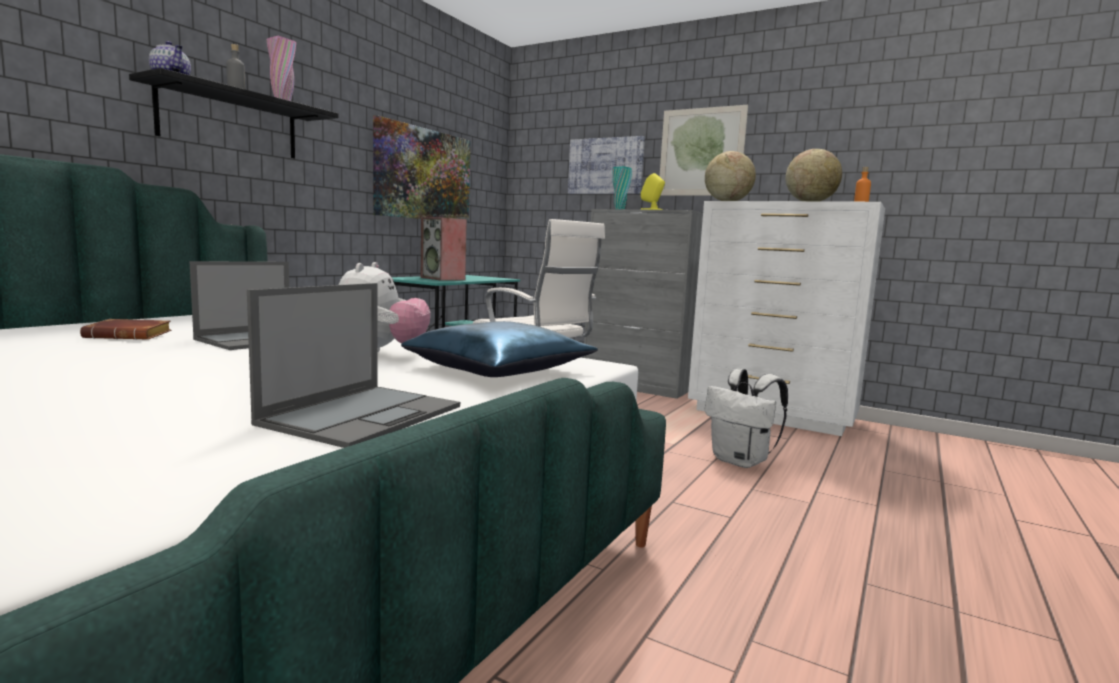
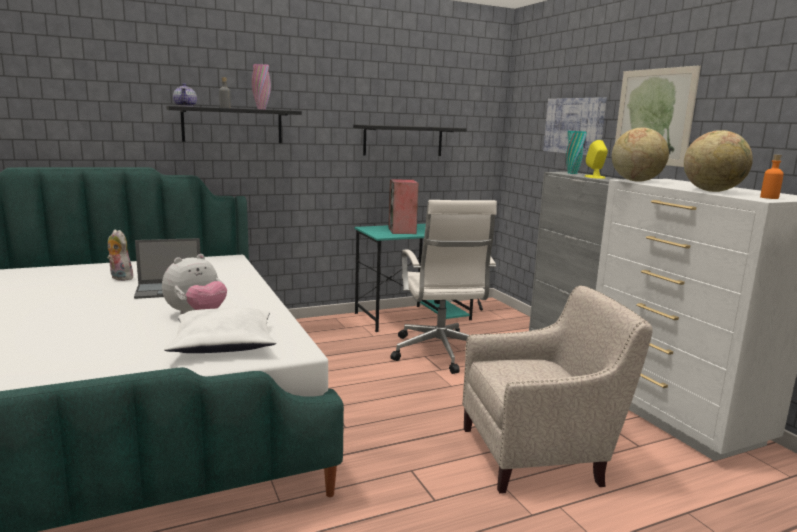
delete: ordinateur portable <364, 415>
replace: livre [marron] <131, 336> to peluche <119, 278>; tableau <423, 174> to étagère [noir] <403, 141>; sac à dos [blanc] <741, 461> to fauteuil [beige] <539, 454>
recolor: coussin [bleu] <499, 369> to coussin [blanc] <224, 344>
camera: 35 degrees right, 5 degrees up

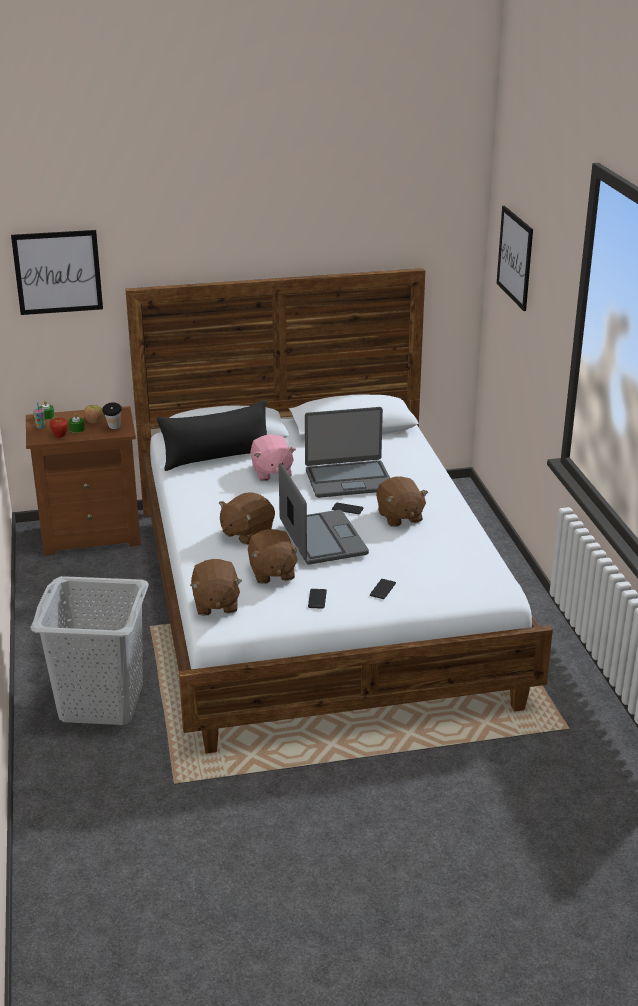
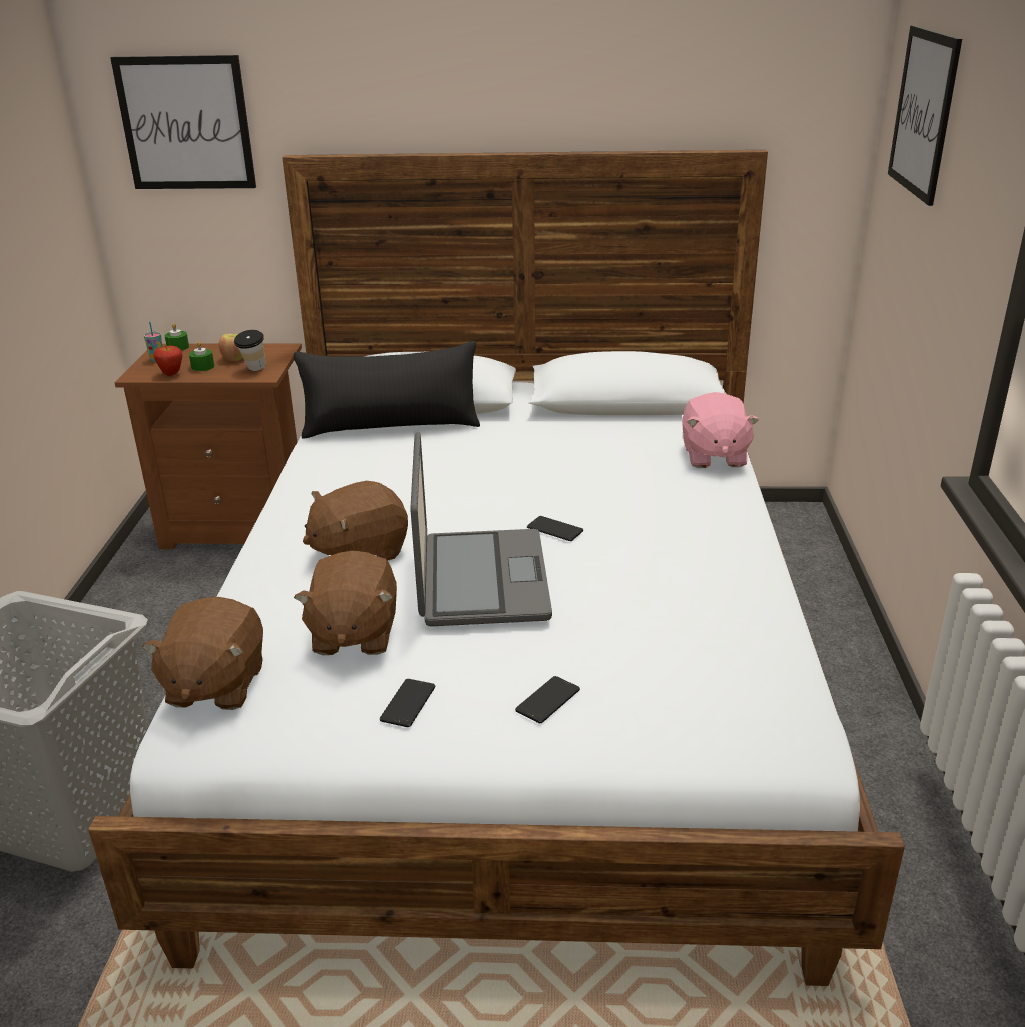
delete: ordinateur portable <348, 480>; peluche [marron] <399, 517>
move: peluche [rose] <271, 472> to <713, 456>
camera: 15 degrees right, 0 degrees up

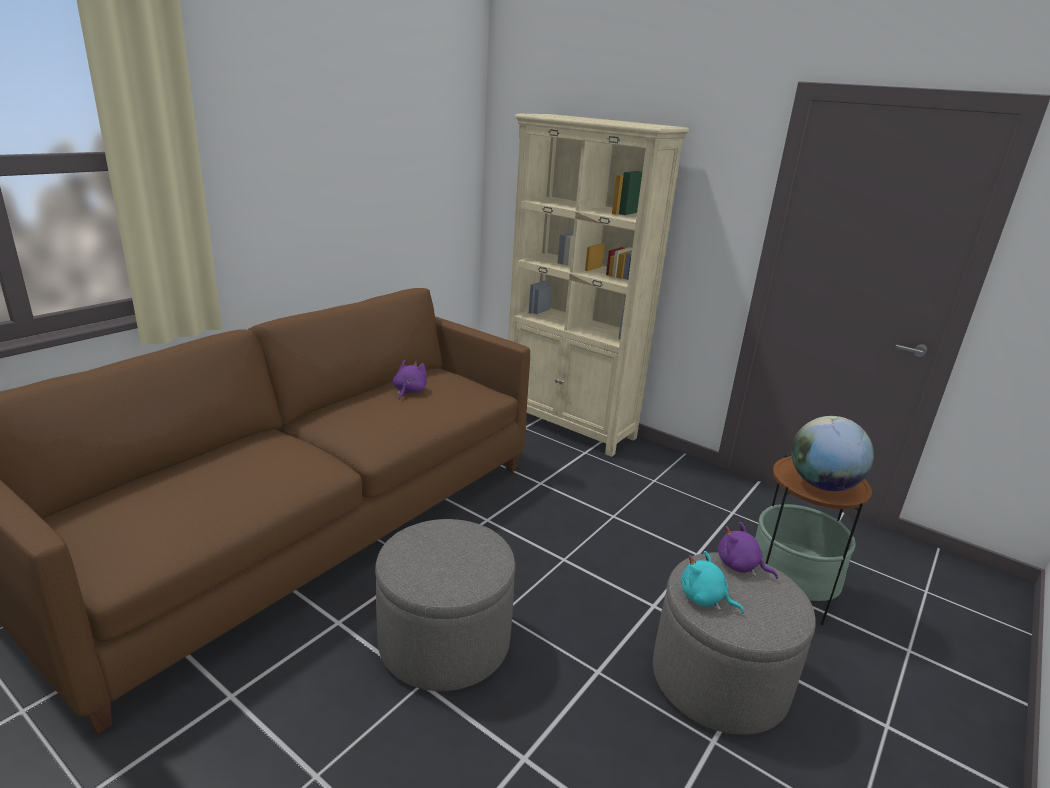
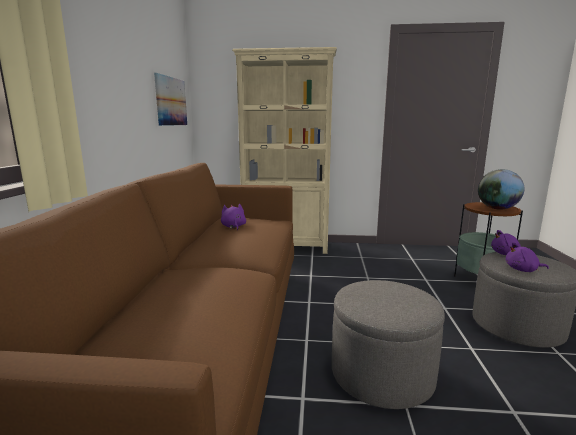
insert: tableau <171, 101>
recolor: peluche [turquoise] <704, 598> to peluche [violet] <523, 270>
camera: 30 degrees left, 10 degrees down

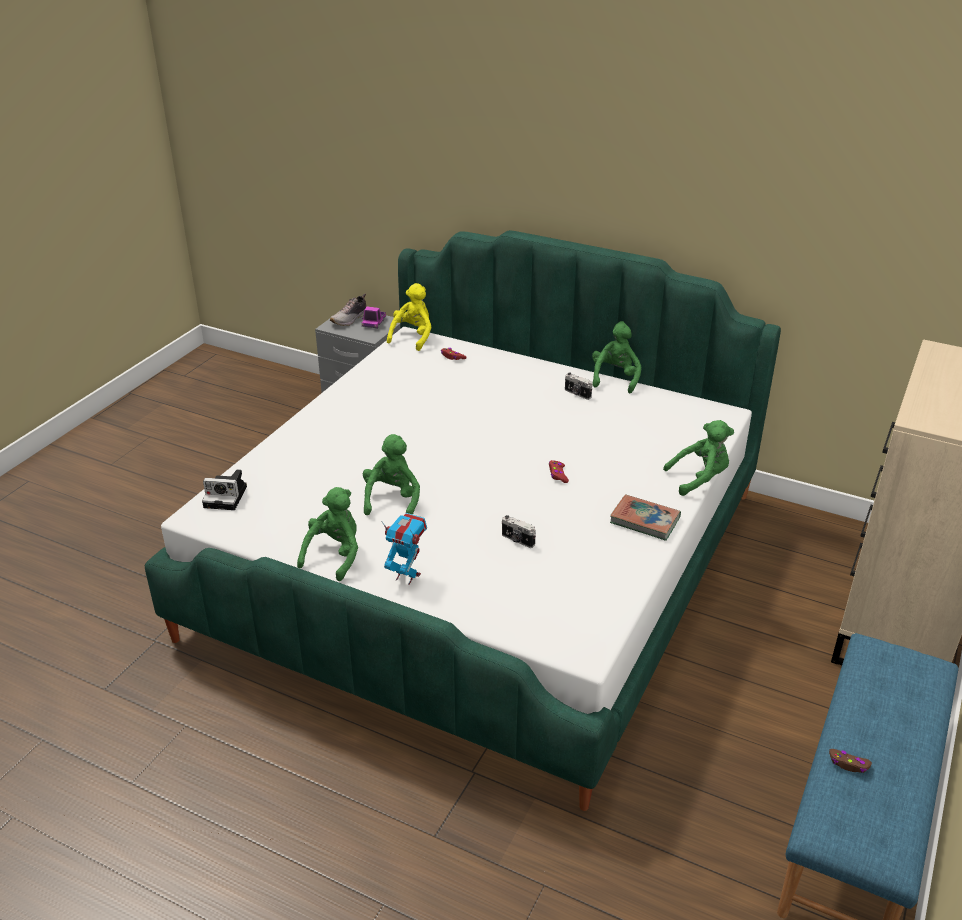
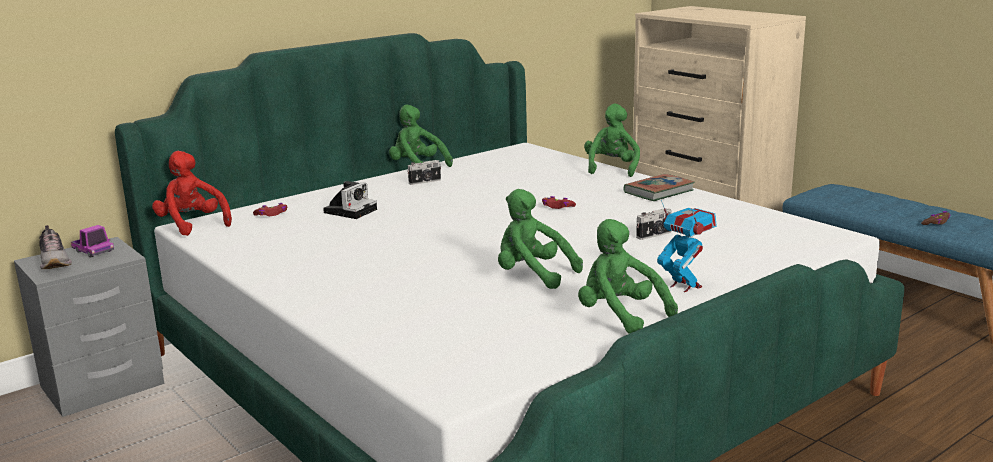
move: appareil photo <227, 496> to <351, 210>
recolor: peluche [jaune] <413, 337> to peluche [rouge] <192, 225>
rotate: robot jouet <407, 576> = <685, 286> 90 degrees clockwise
camera: 65 degrees left, 15 degrees down

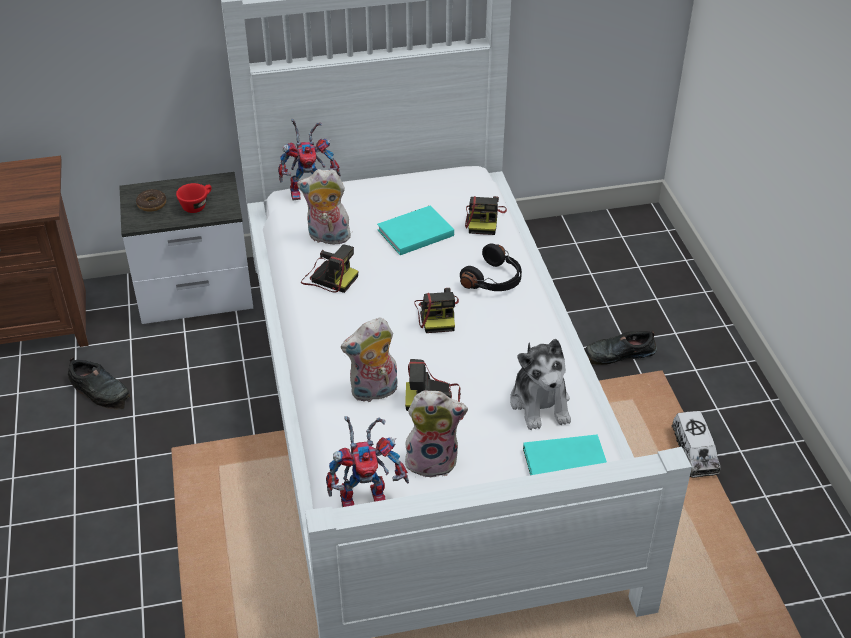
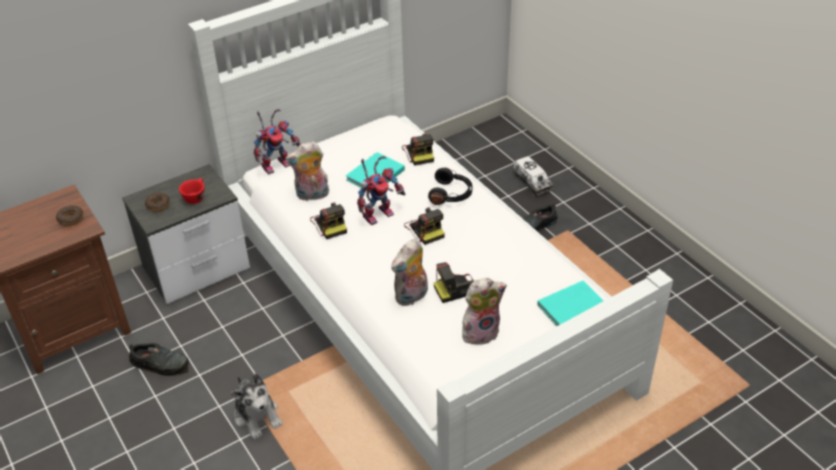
insert: beignet <71, 219>
move: robot jouet <366, 496> to <379, 213>; peluche <540, 403> to <257, 416>; camion jouet <694, 453> to <532, 183>
rotate: appareil photo <329, 277> = <330, 224> 60 degrees clockwise
camera: 20 degrees left, 0 degrees up

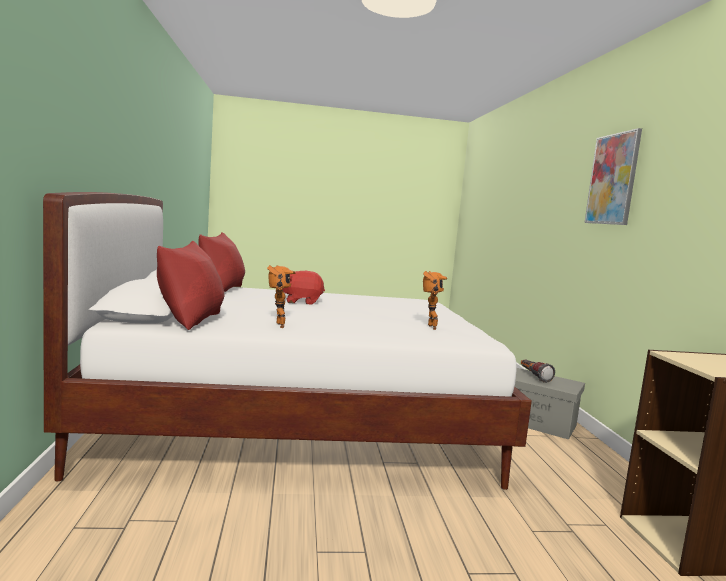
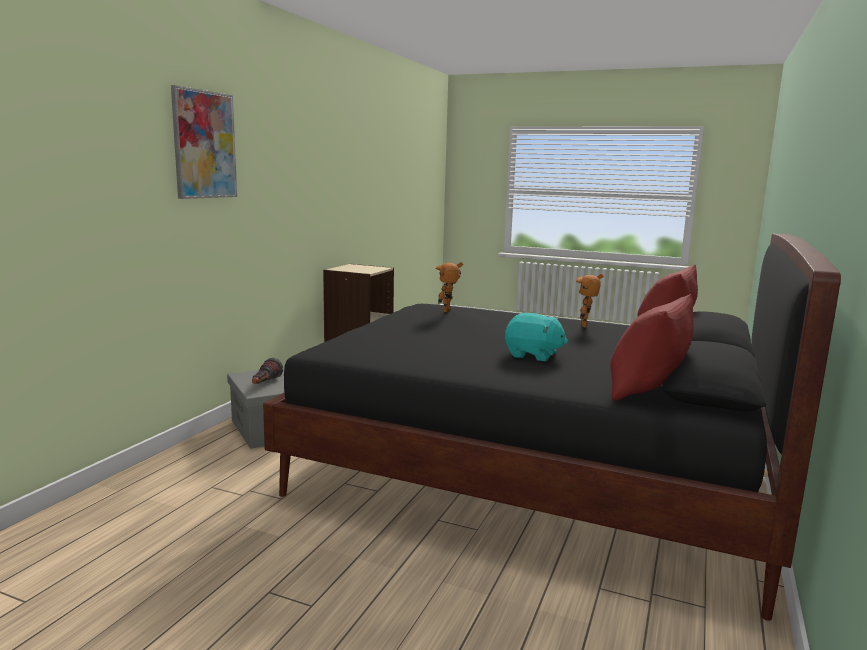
recolor: lit [blanc] <295, 421> to lit [noir] <533, 475>; peluche [rouge] <301, 301> to peluche [turquoise] <533, 355>
camera: 150 degrees left, 5 degrees up

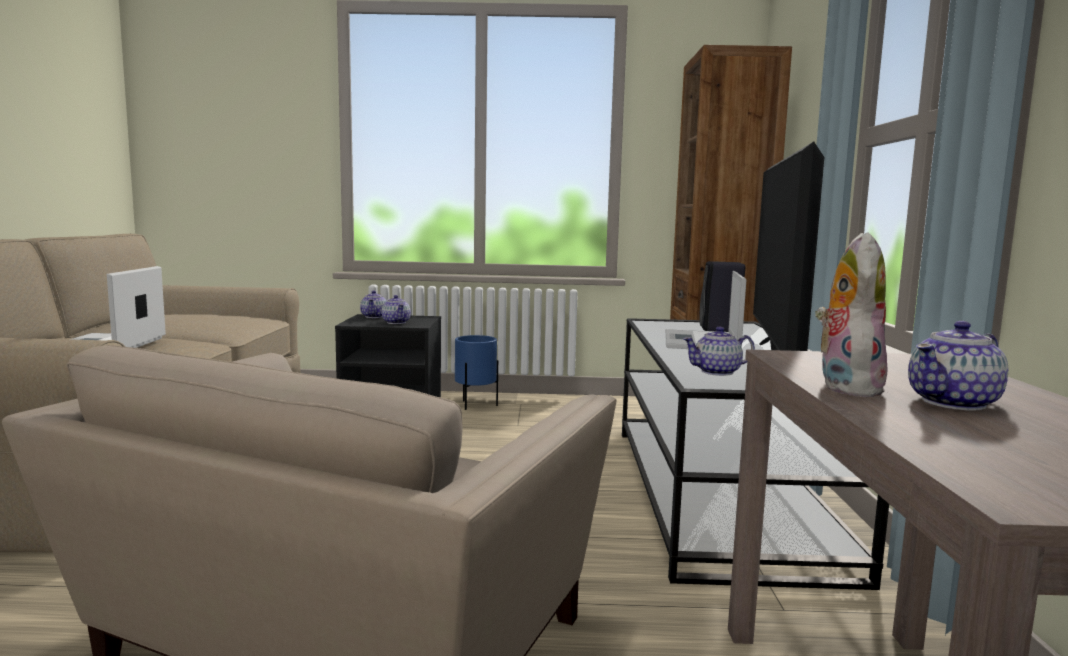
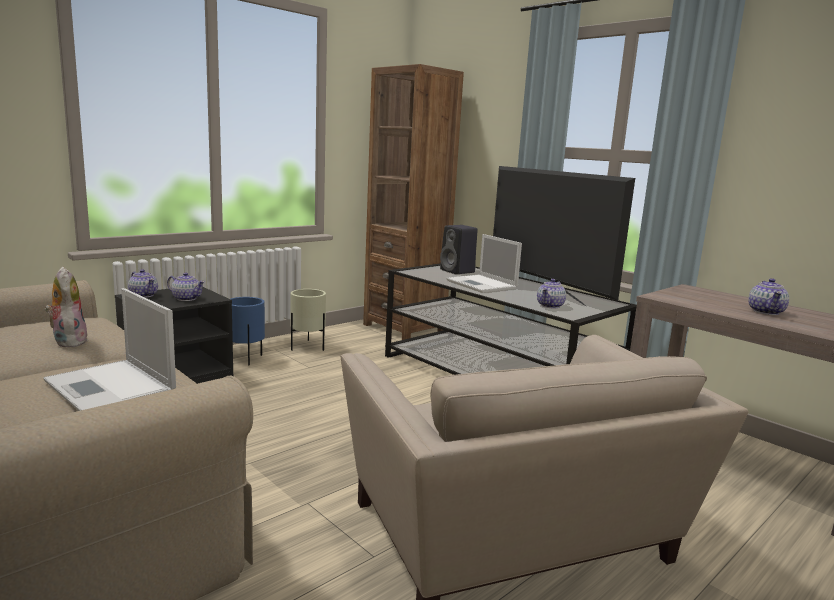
insert: cache-pot [beige] <307, 347>
move: peluche <845, 387> to <68, 341>
camera: 45 degrees left, 5 degrees up

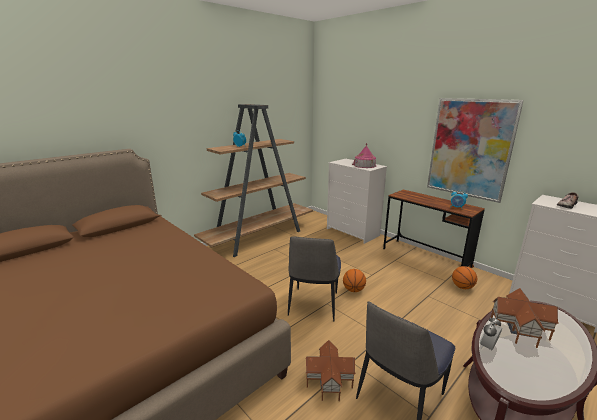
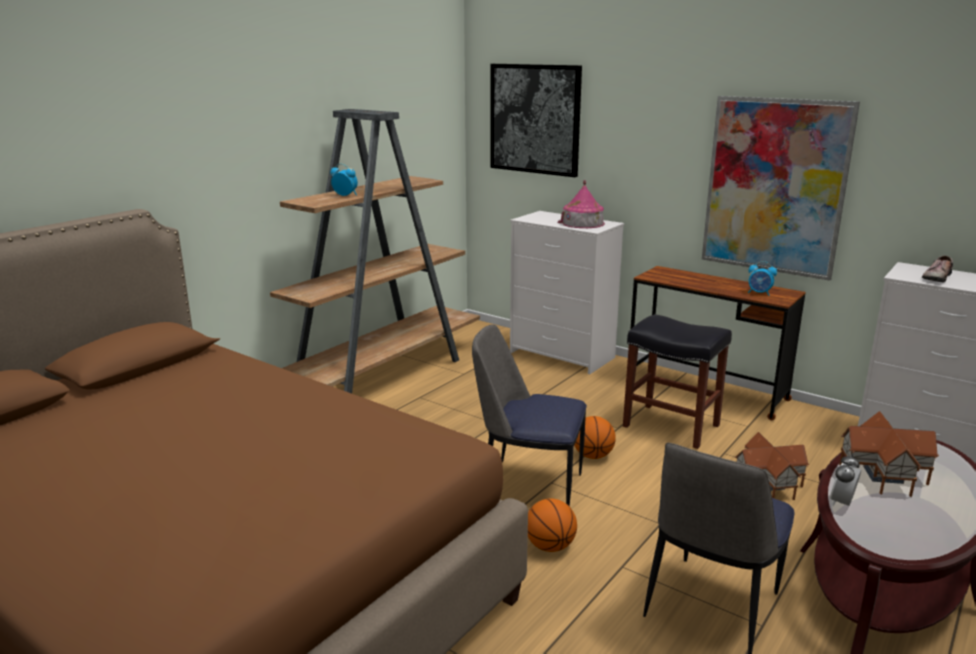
insert: tableau <534, 119>; tabouret [noir] <669, 425>
move: maison miniature <329, 381> to <769, 484>; ballon de basket <462, 287> to <550, 546>
rotate: chaise <313, 305> = <528, 487> 105 degrees clockwise
camera: 10 degrees left, 0 degrees up

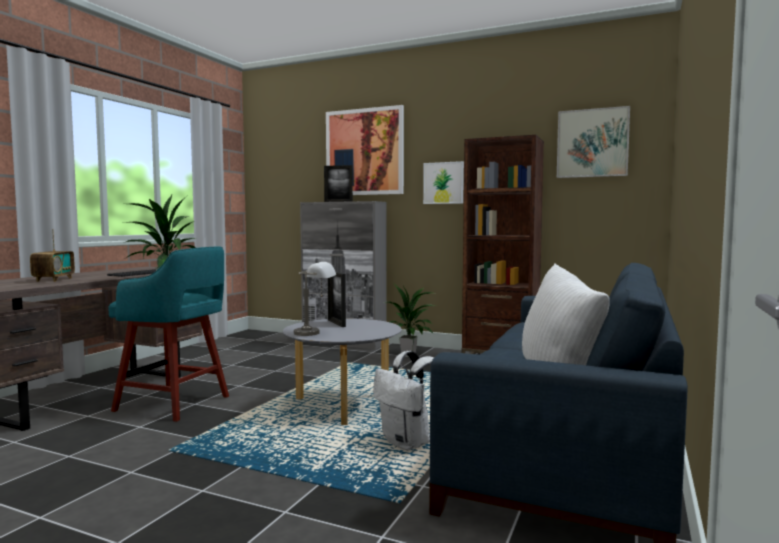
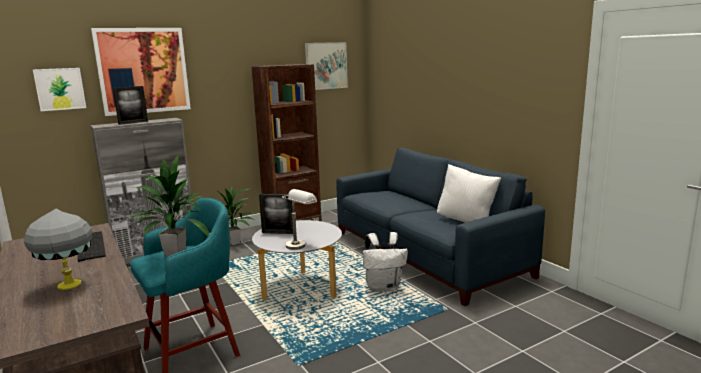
move: tableau <443, 183> to <60, 89>
replace: radio <53, 280> to lampe de table [gris] <68, 285>
camera: 55 degrees left, 10 degrees up

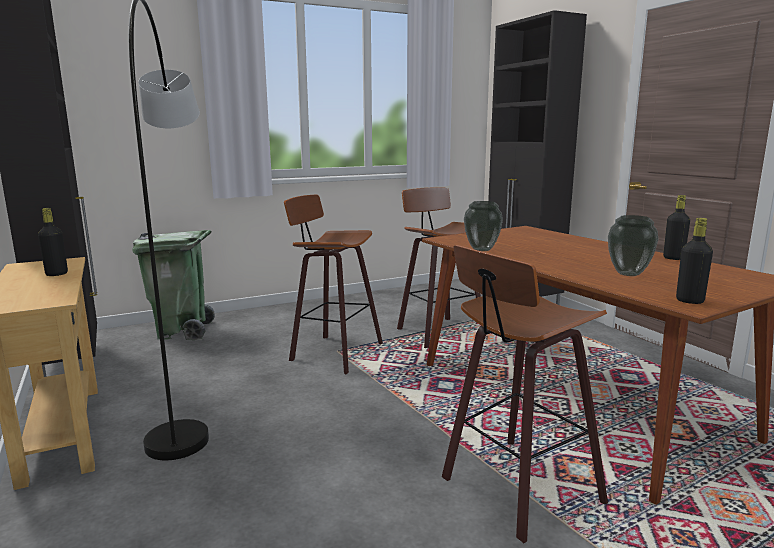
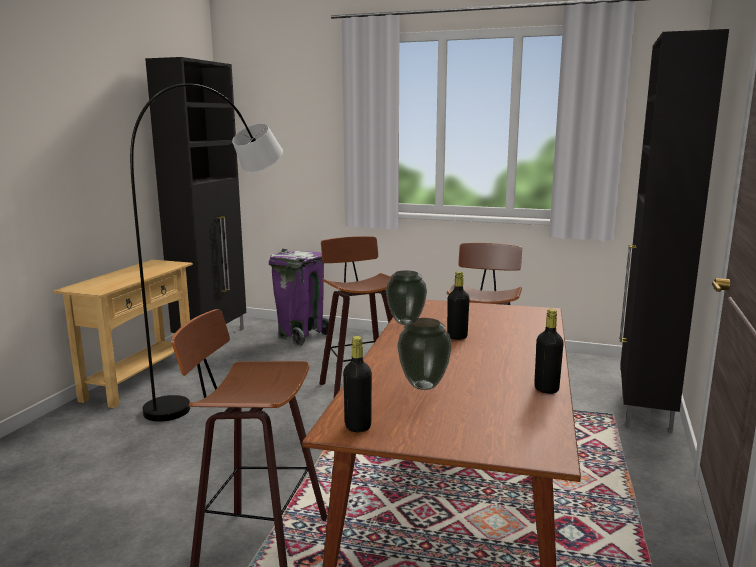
move: bouteille [noir] <56, 274> to <457, 337>
recolor: poubelle [vert] <182, 331> to poubelle [violet] <302, 336>
camera: 45 degrees right, 0 degrees up

